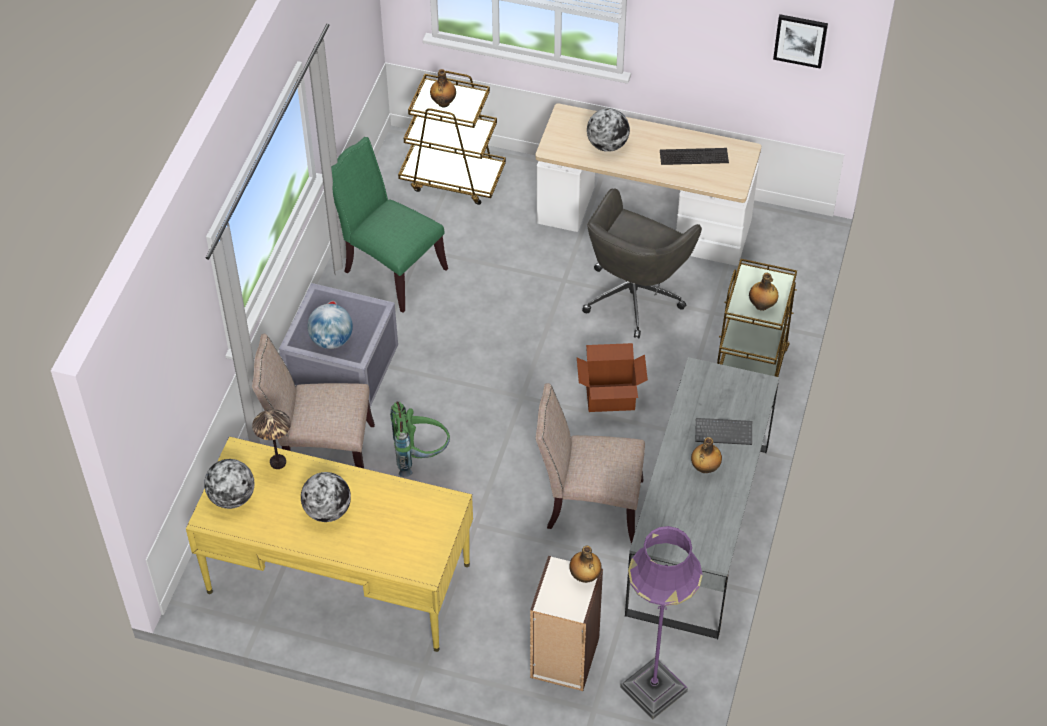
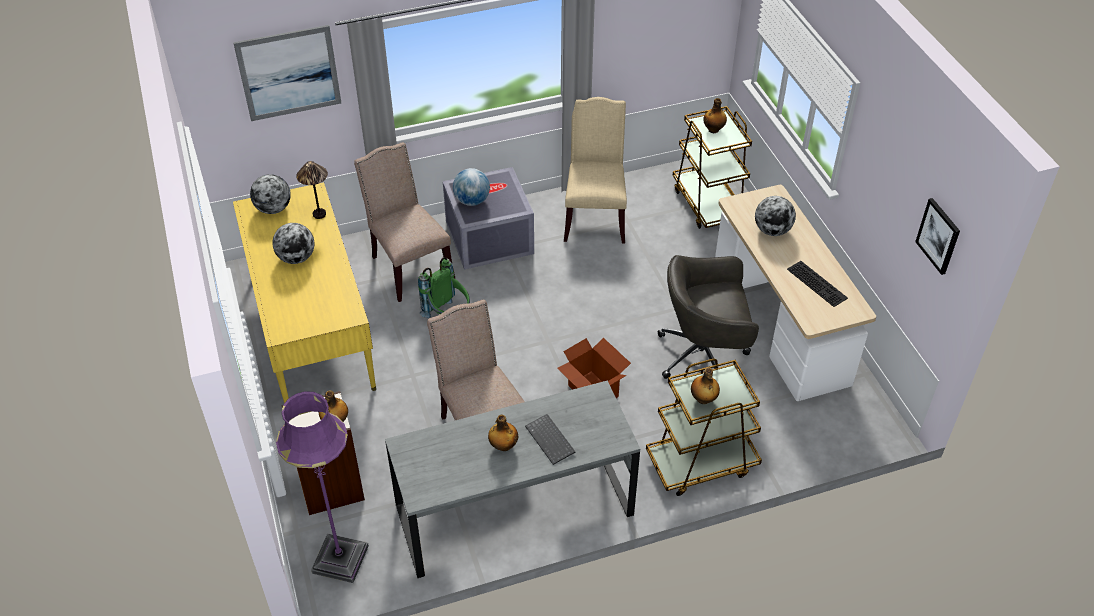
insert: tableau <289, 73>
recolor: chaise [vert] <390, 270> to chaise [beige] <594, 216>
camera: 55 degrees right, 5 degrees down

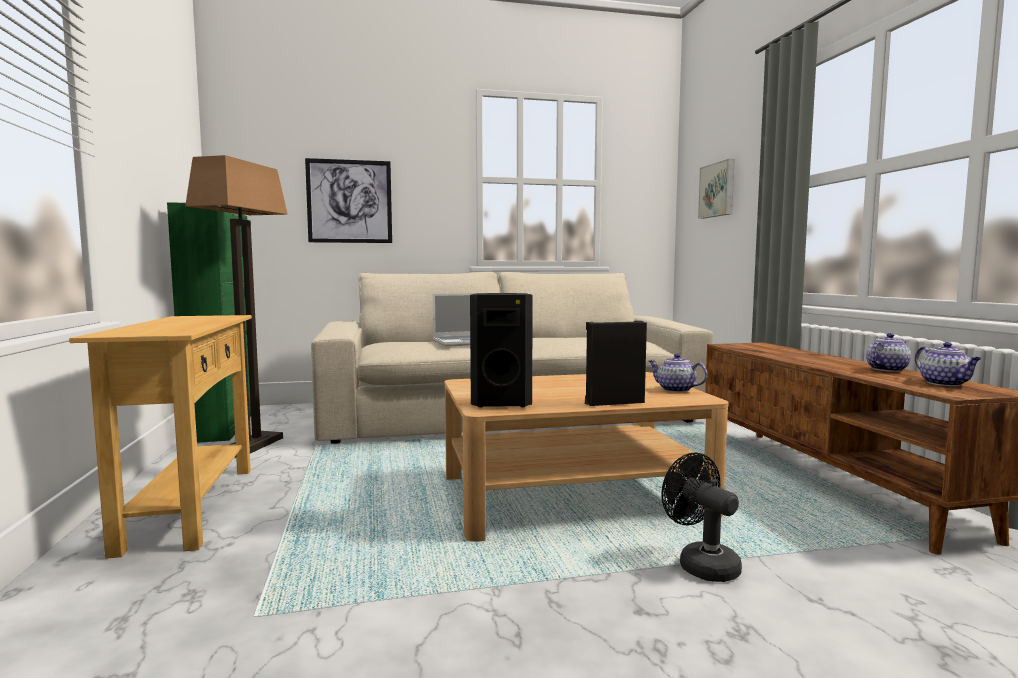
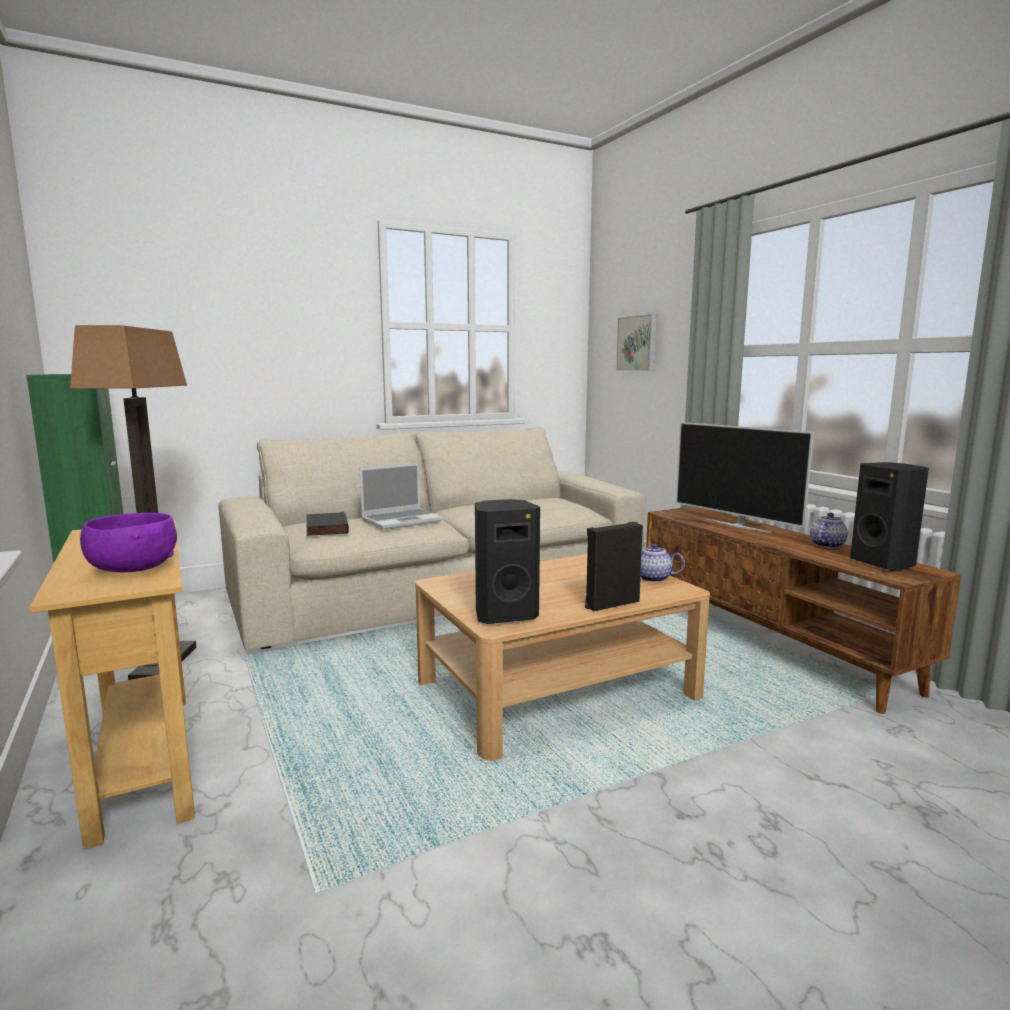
delete: tableau <349, 201>; ventilateur [noir] <701, 564>
insert: bol [violet] <132, 569>; livre [noir] <325, 528>; téléviseur <737, 525>
replace: théière <945, 384> to enceinte [noir] <884, 563>
camera: 15 degrees left, 5 degrees up

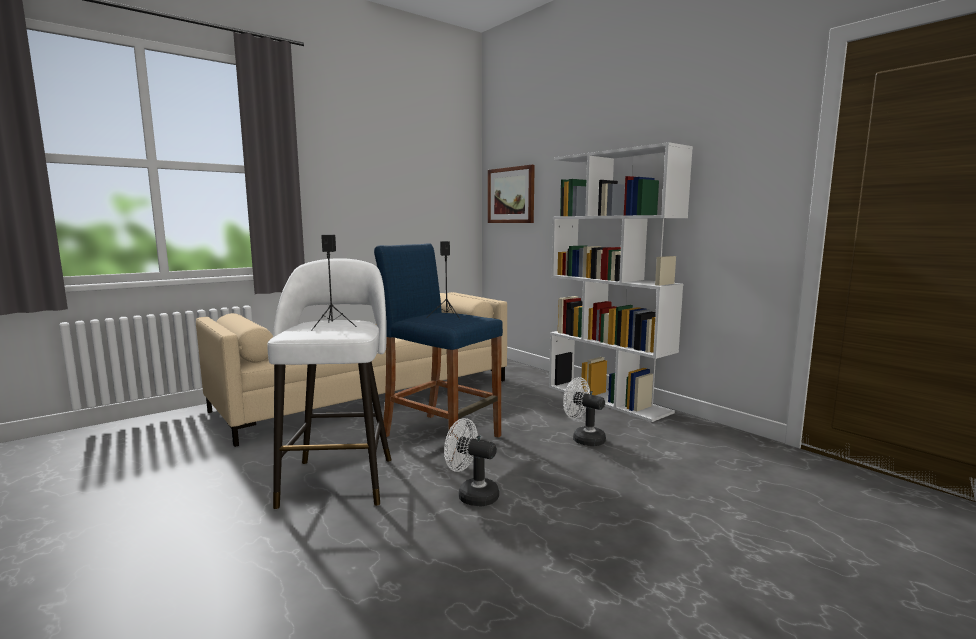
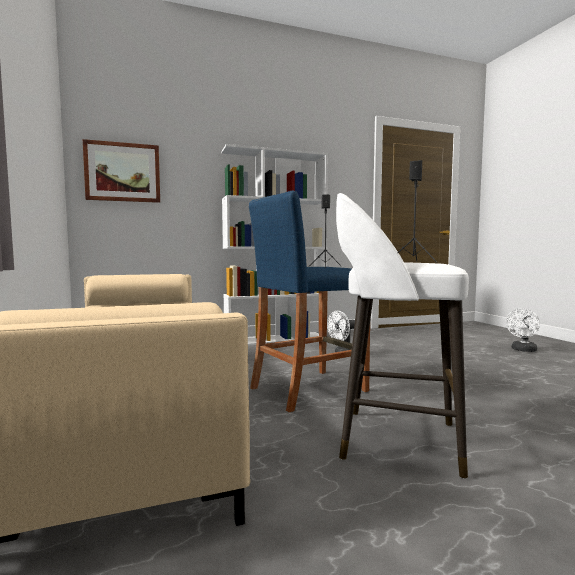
move: ventilateur [blanc] <472, 495> to <523, 350>
camera: 70 degrees left, 5 degrees down

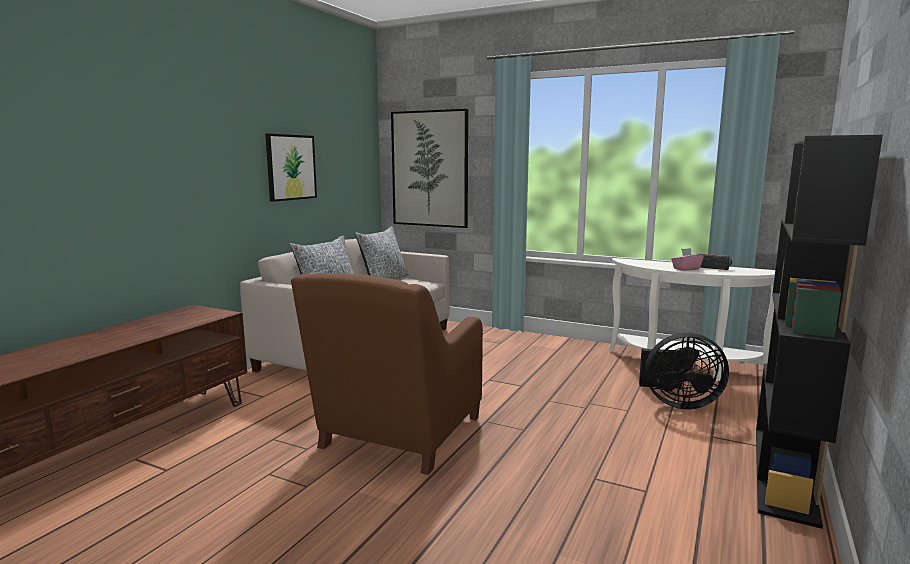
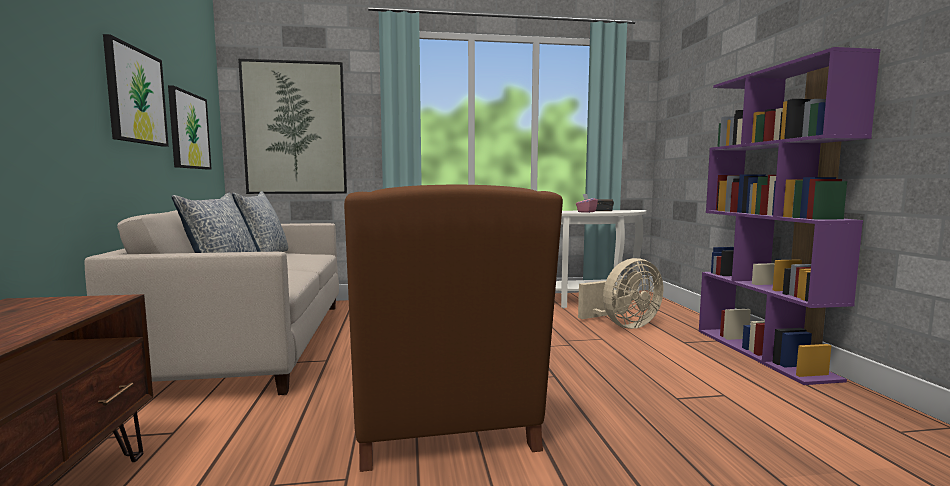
insert: tableau <189, 131>
recolor: ventilateur [noir] <677, 403> to ventilateur [beige] <623, 325>; bibliothèque [noir] <785, 473> to bibliothèque [violet] <763, 353>
camera: 35 degrees left, 5 degrees down

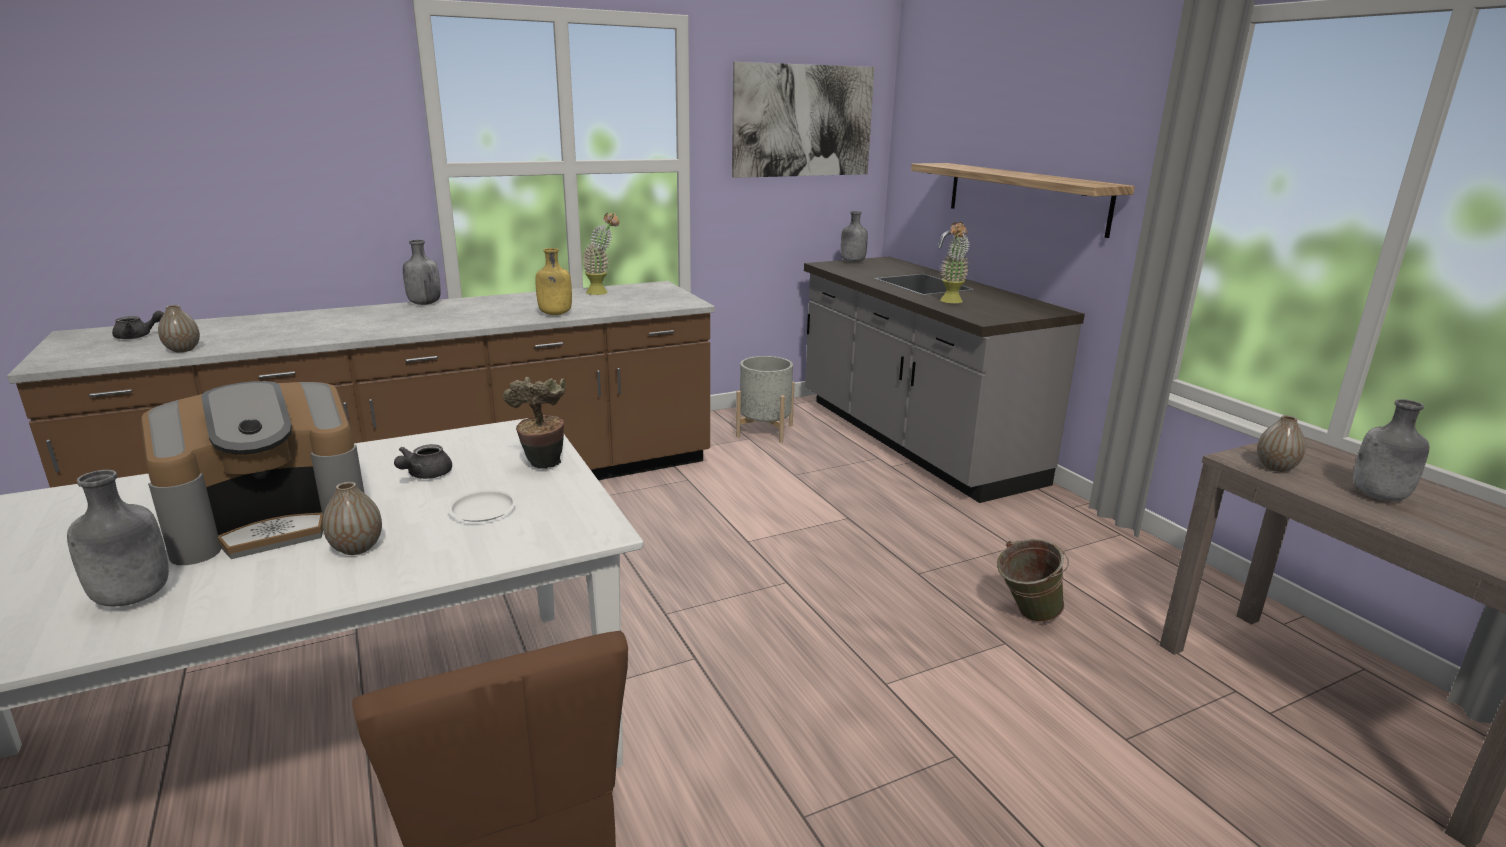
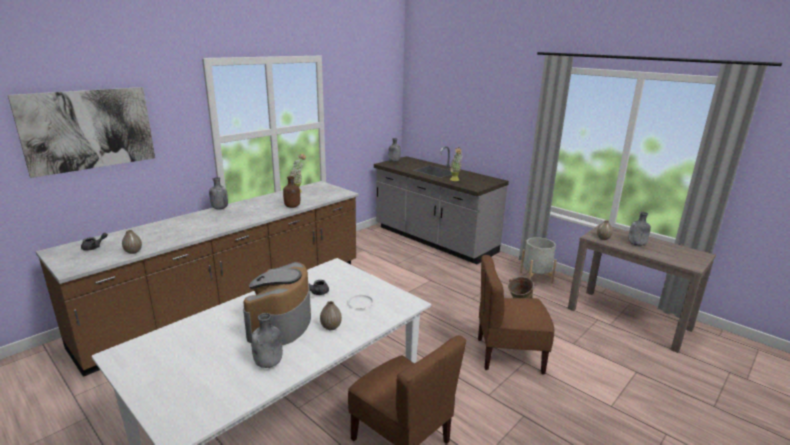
delete: plante en pot <542, 466>; étagère <1025, 197>
insert: chaise [marron] <508, 355>
move: tableau <803, 121> to <89, 129>; cache-pot [gris] <764, 431> to <536, 277>
recolor: bouteille [jaune] <555, 314> to bouteille [marron] <292, 207>
rotate: machine à café <272, 520> = <281, 323> 150 degrees clockwise
camera: 20 degrees left, 0 degrees up

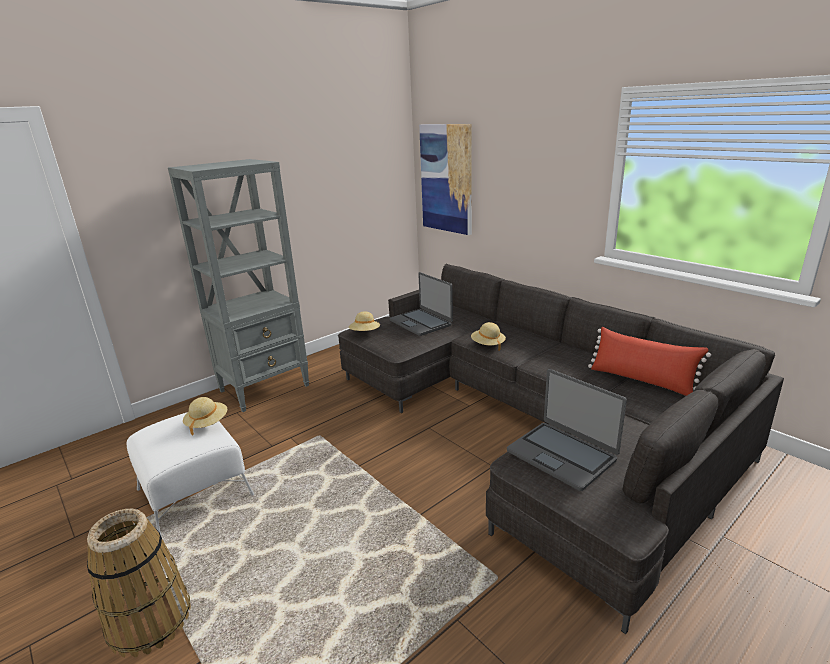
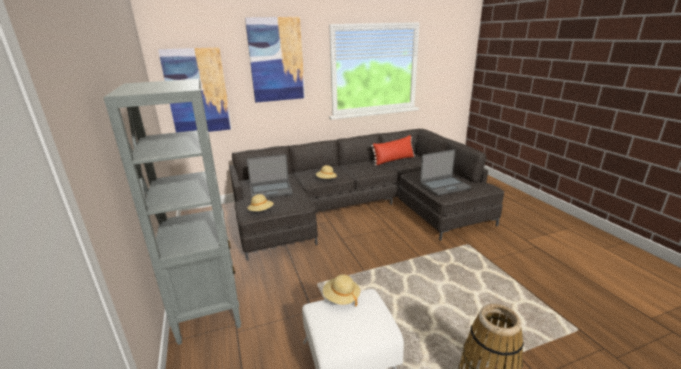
insert: tableau <276, 60>
camera: 70 degrees left, 0 degrees up

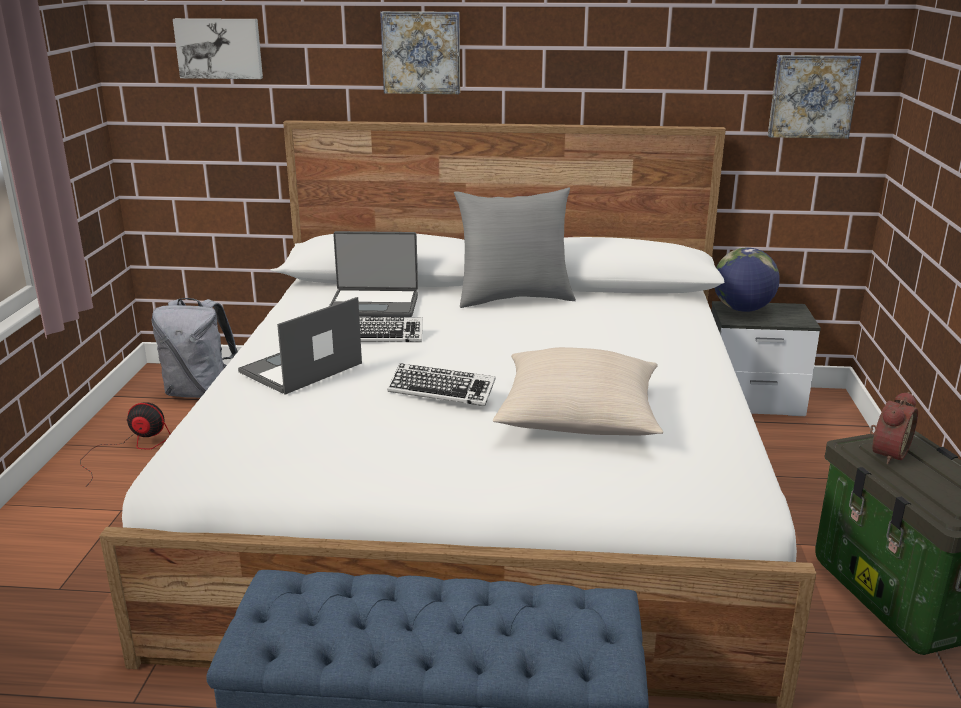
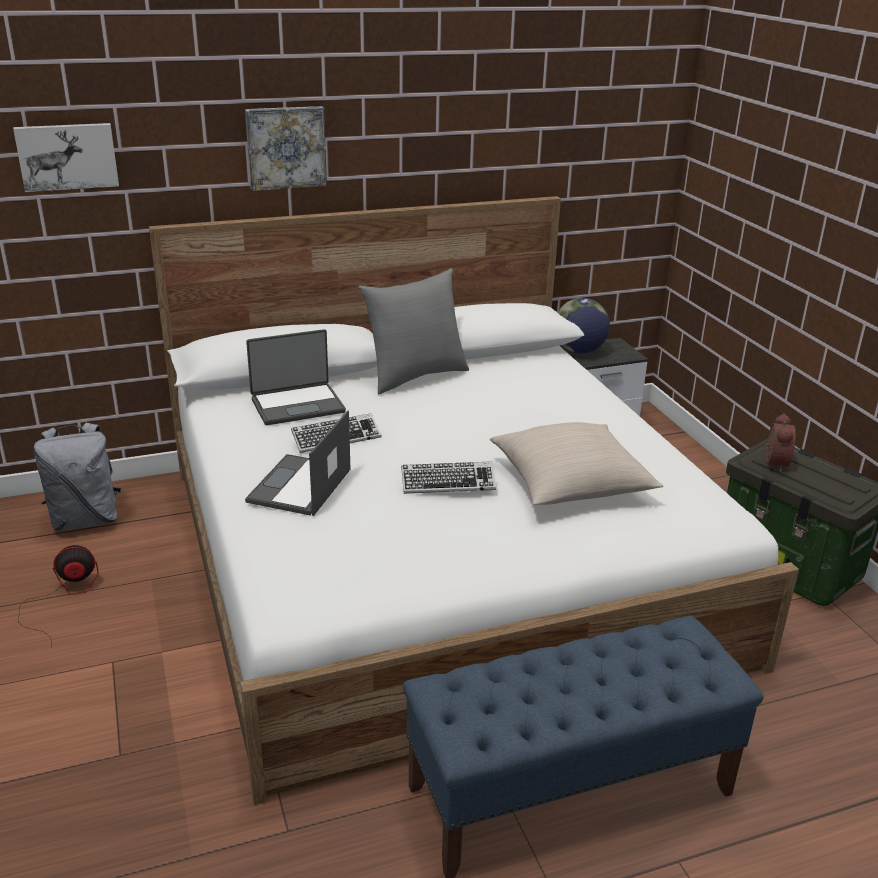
delete: tableau <812, 96>
camera: 25 degrees left, 5 degrees up

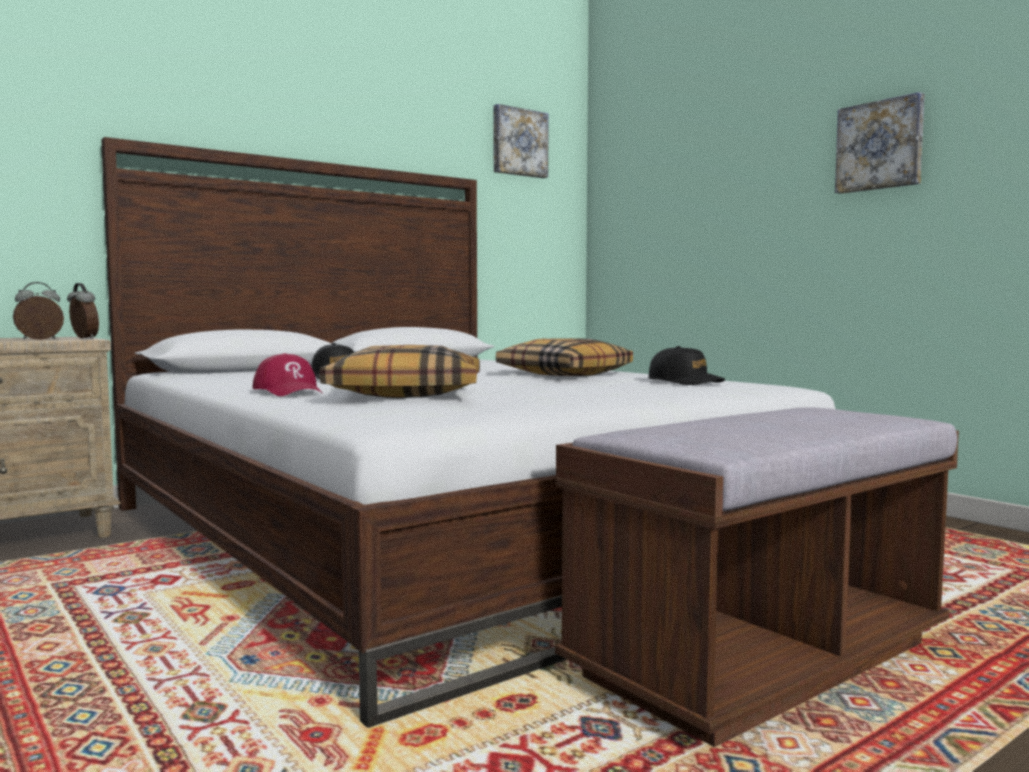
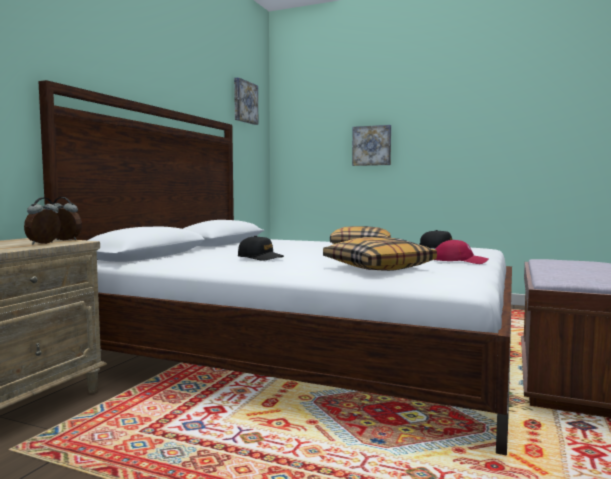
move: casquette [rouge] <289, 391> to <459, 261>; tableau <880, 145> to <372, 145>
camera: 30 degrees left, 0 degrees up

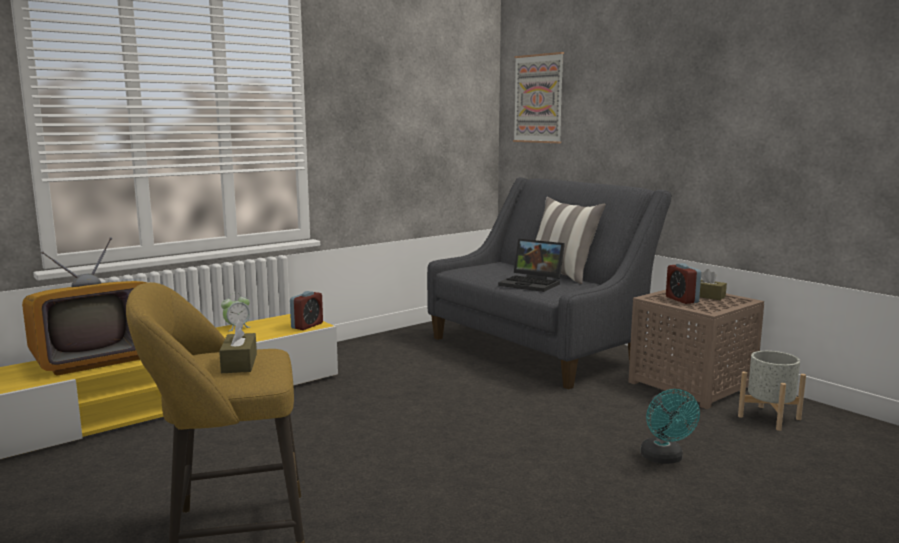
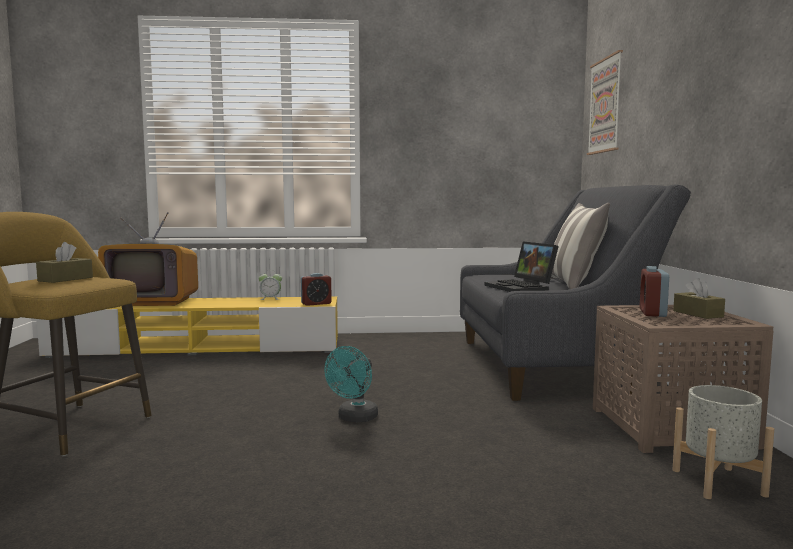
move: ventilateur [turquoise] <664, 459> to <354, 418>
camera: 35 degrees right, 5 degrees down

